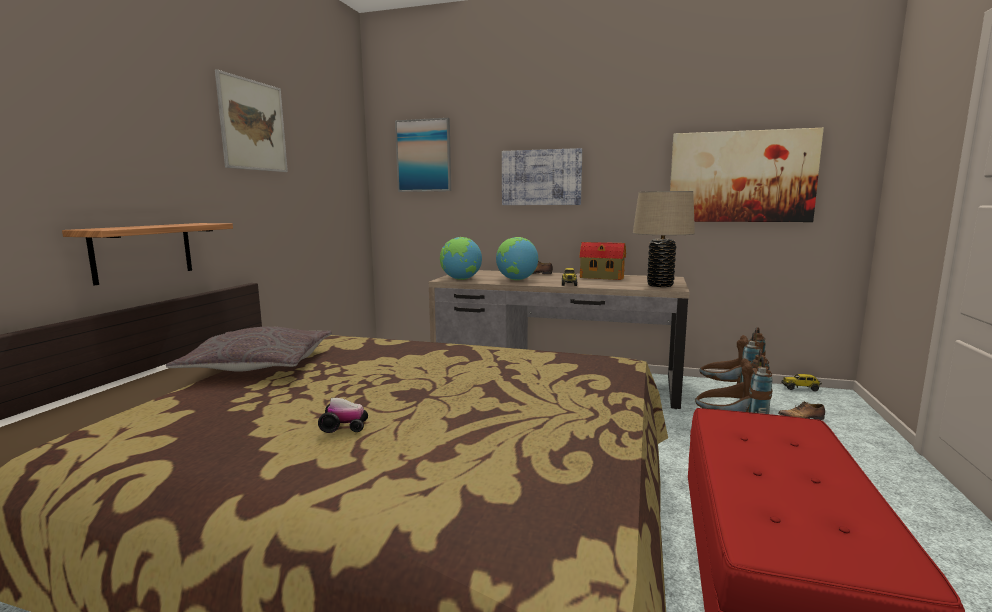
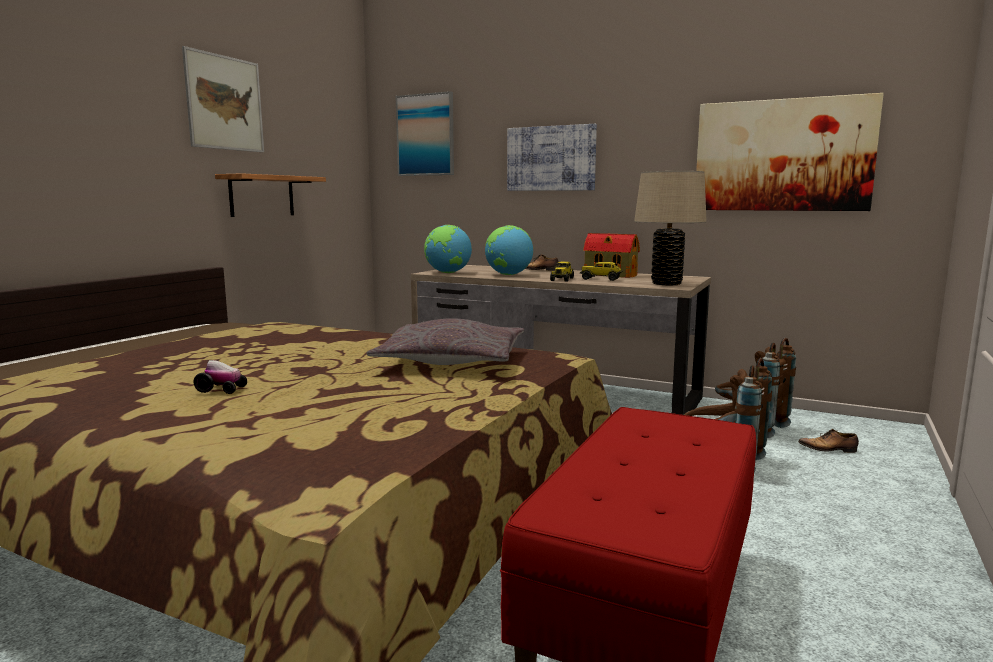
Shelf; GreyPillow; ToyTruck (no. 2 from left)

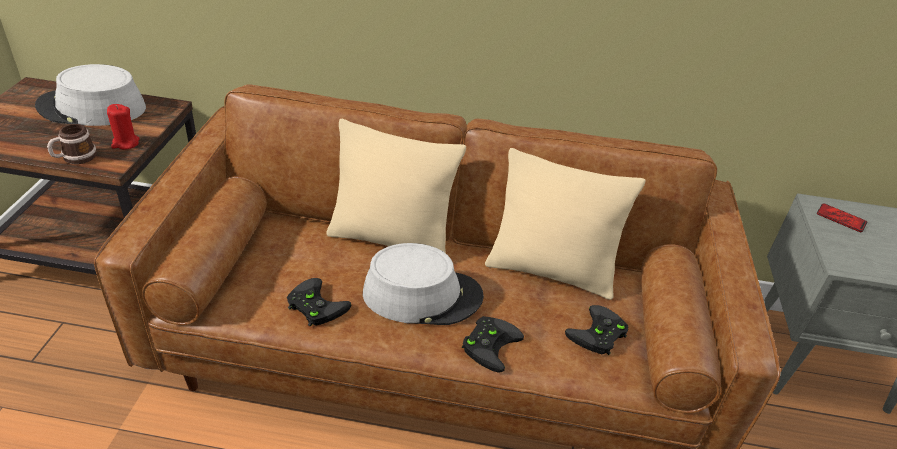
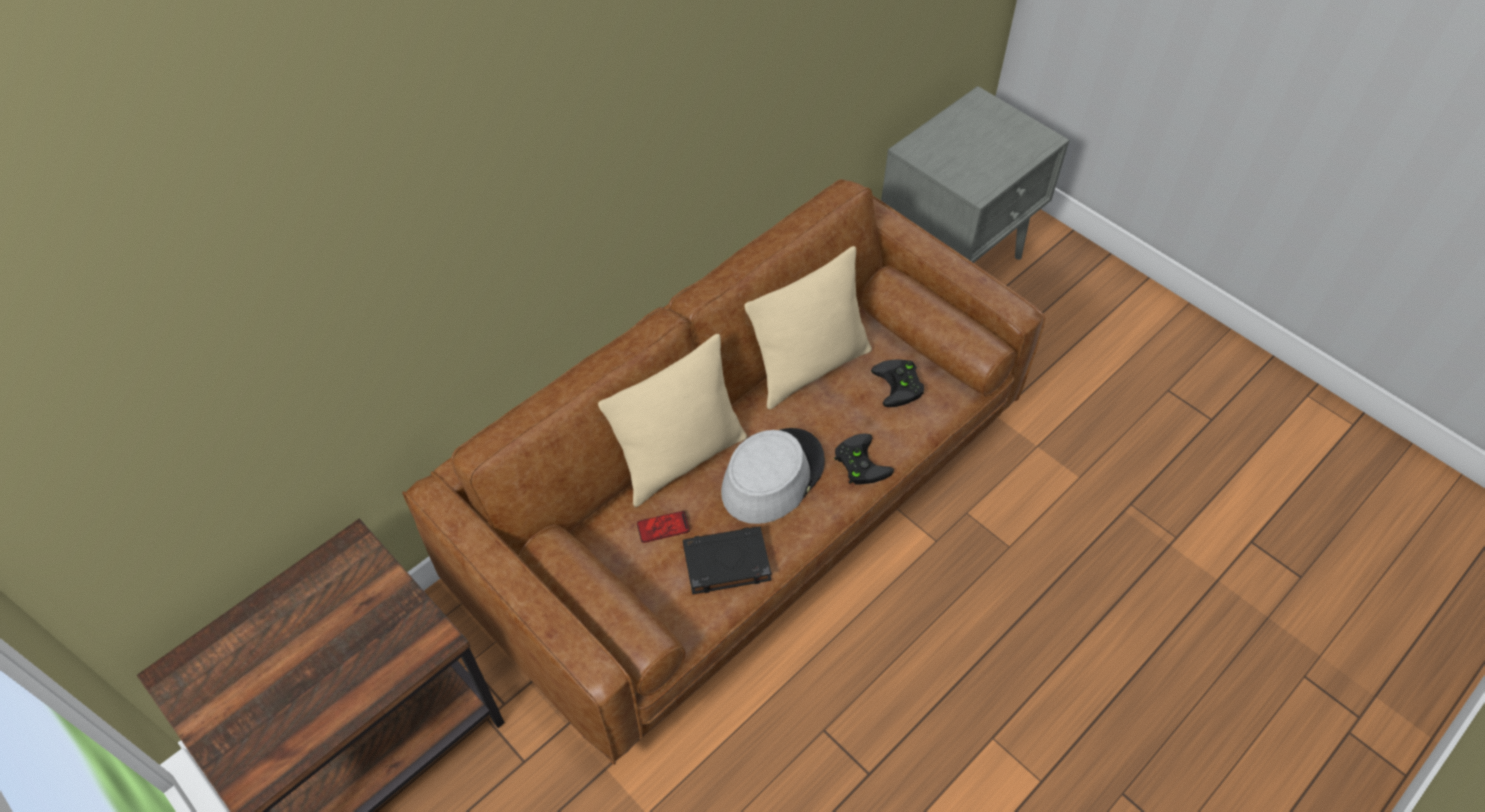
GreyHat (no. 1 from left in the first image); Mug; RedCandle; Phone; BlackBook

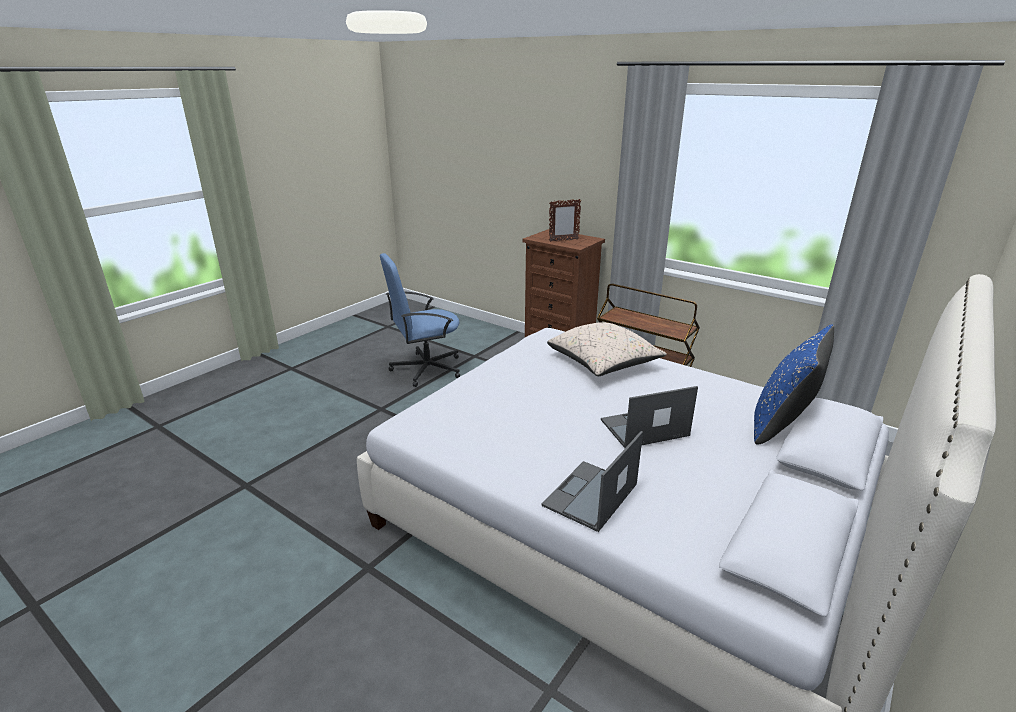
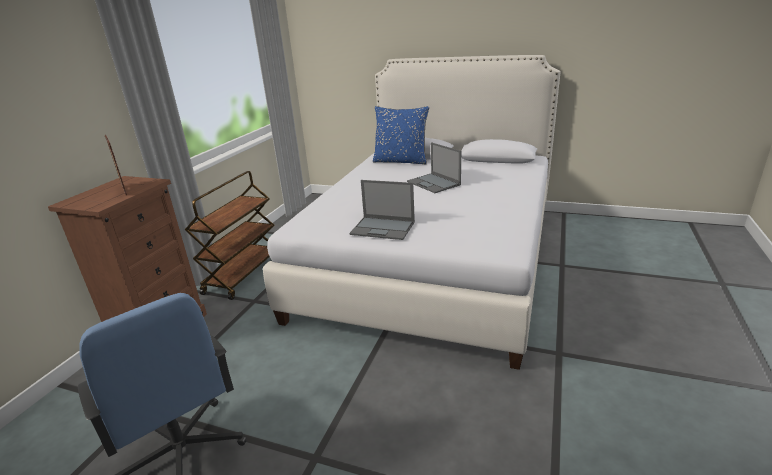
BeigePillow; Laptop (no. 1 from left)

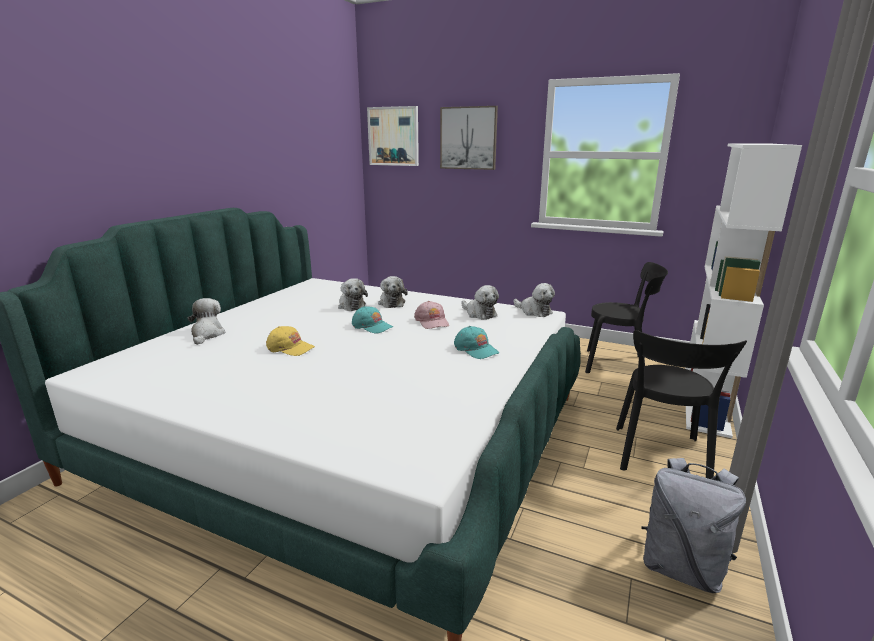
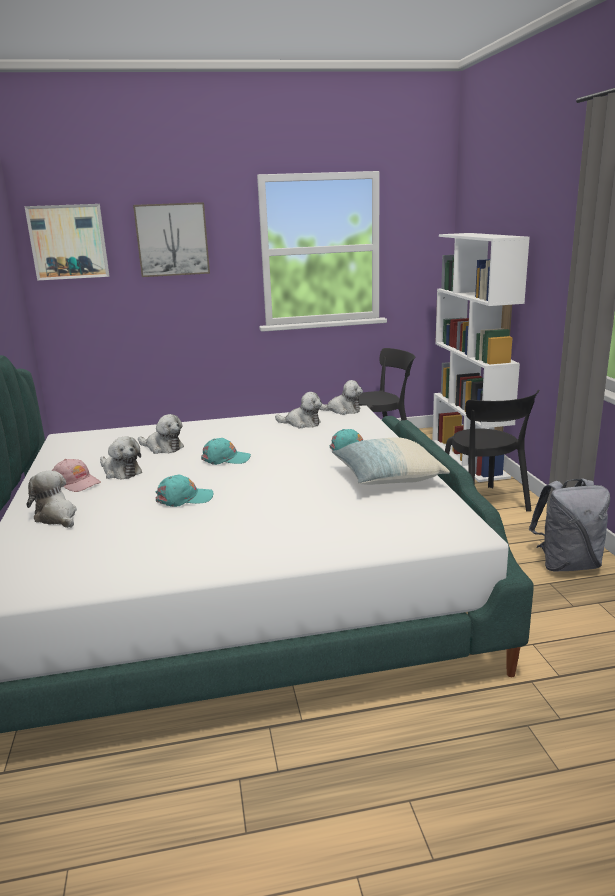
Pillow; PlushToy (no. 2 from left); PinkCap; TurquoiseCap (no. 1 from left)

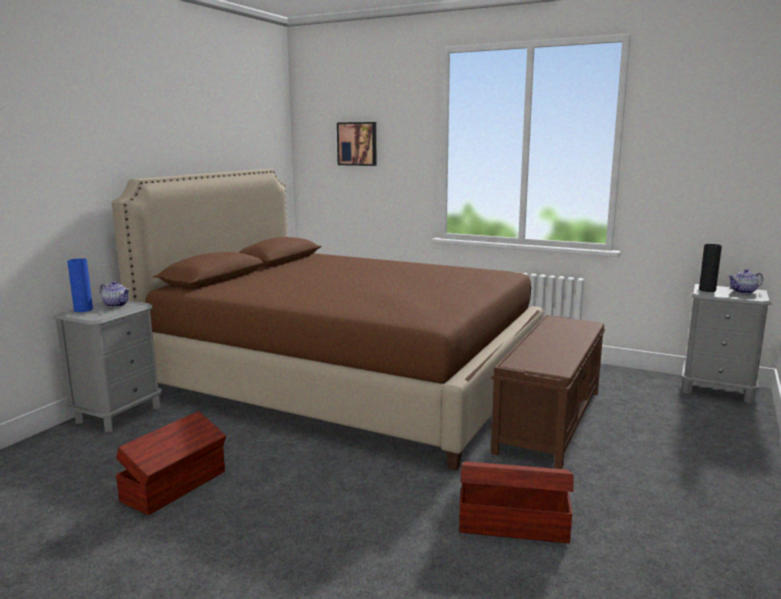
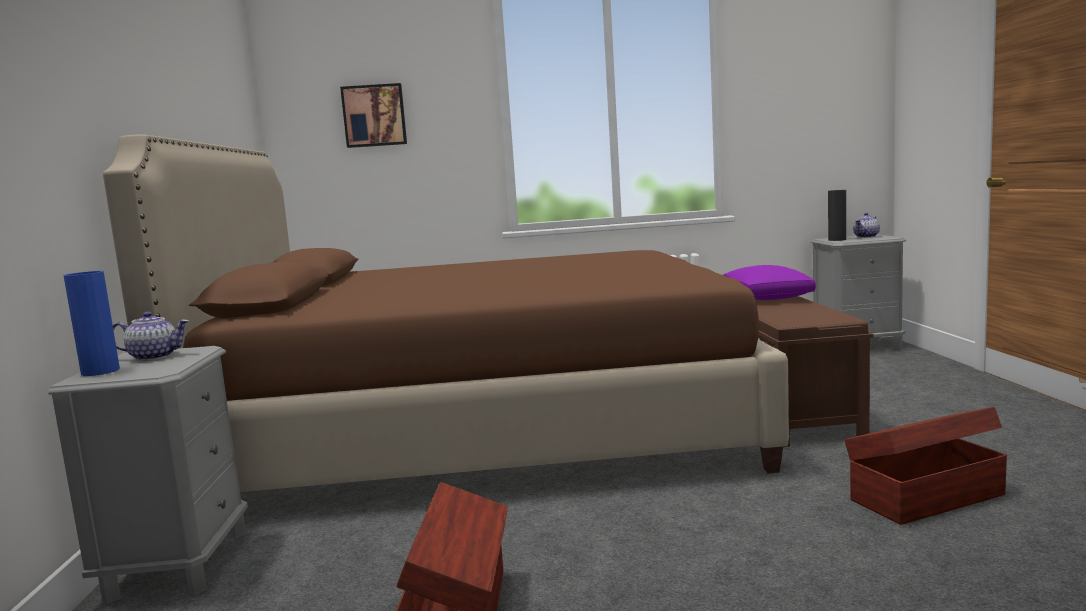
PurplePillow

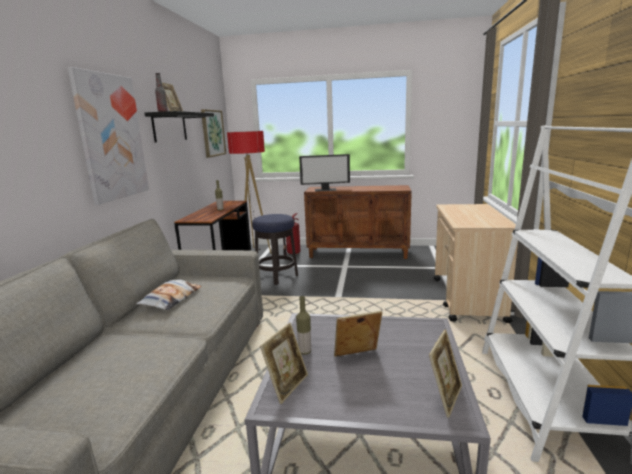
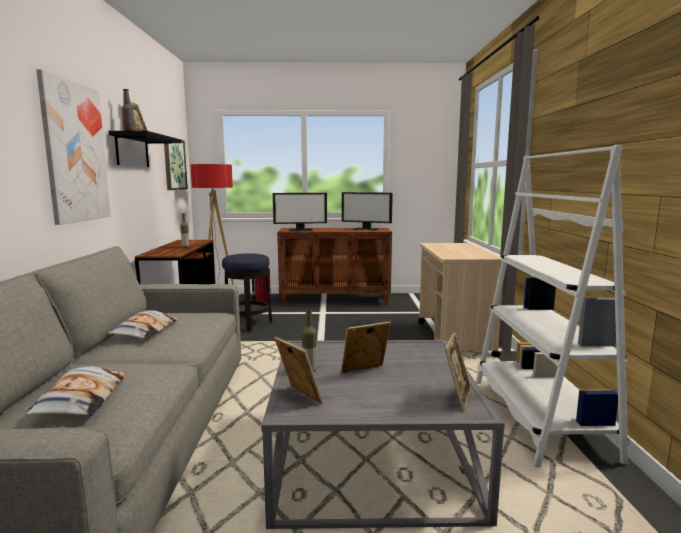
Pillow (no. 1 from left); Monitor (no. 2 from left); PictureFrame (no. 2 from left)

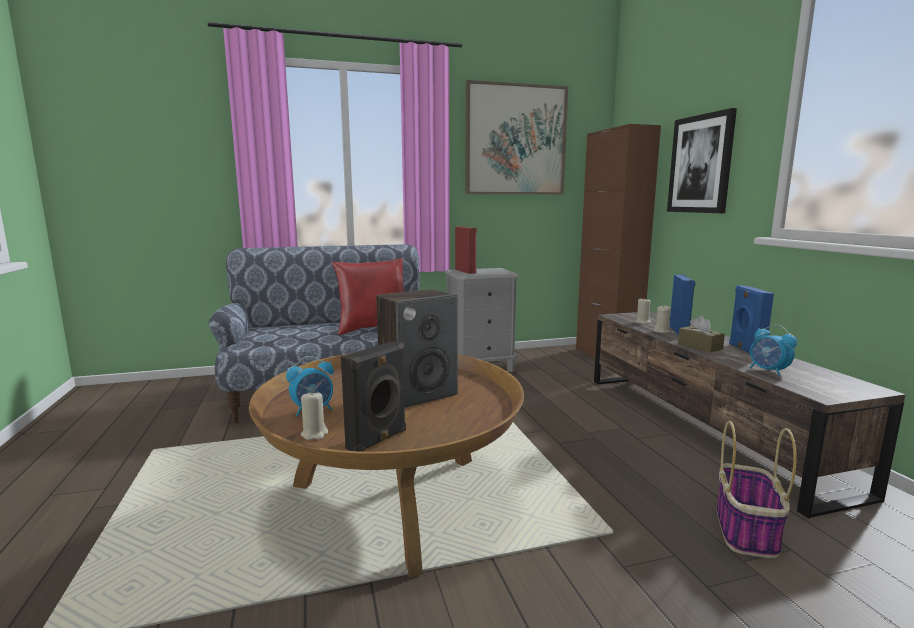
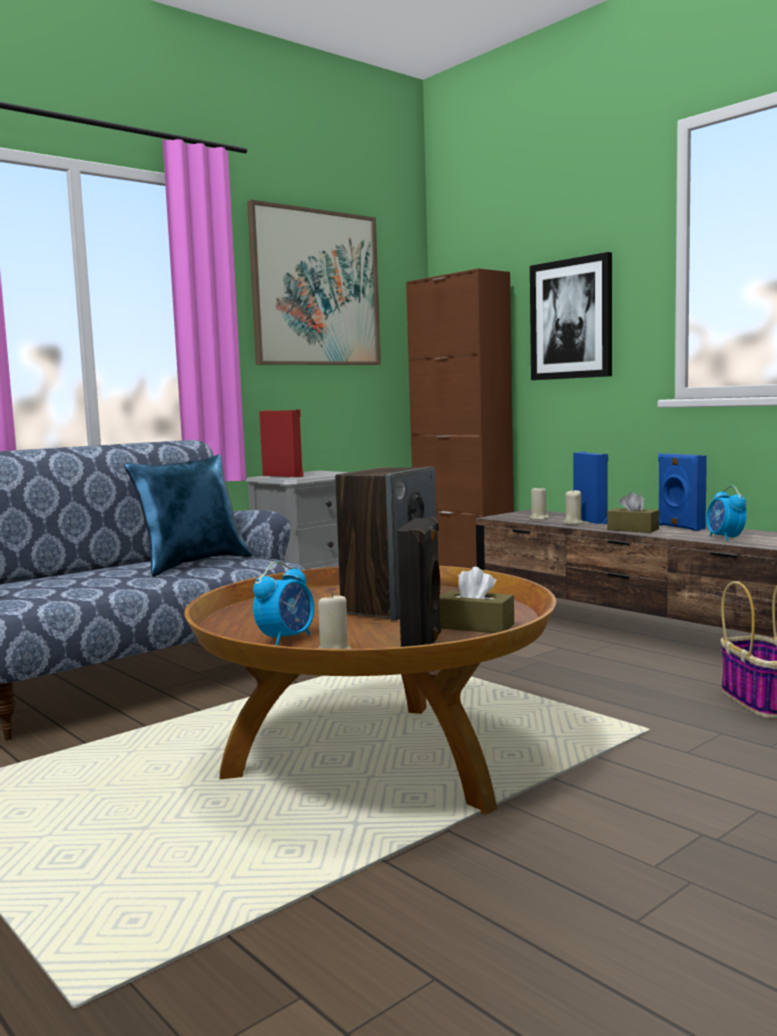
BrownTissueBox (no. 1 from left); BluePillow; AlarmClock (no. 2 from left)

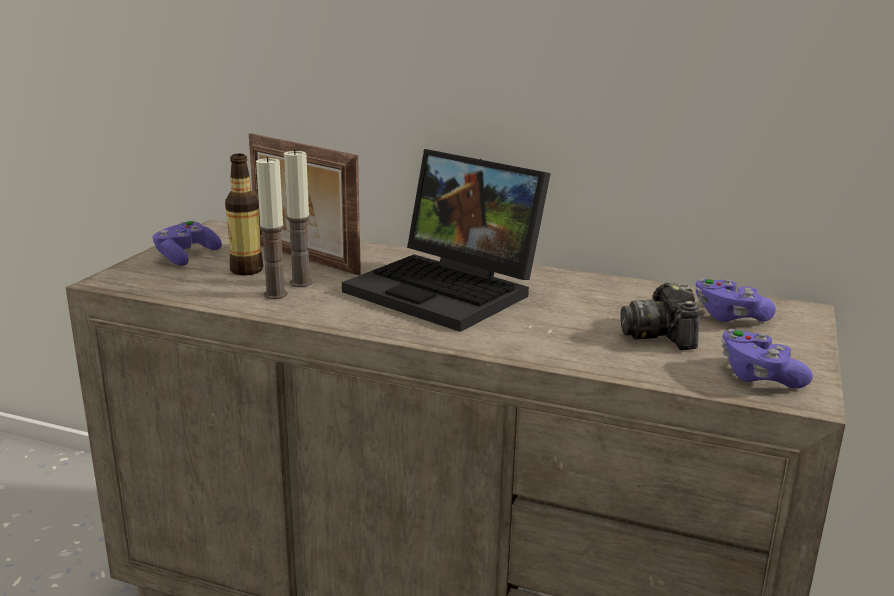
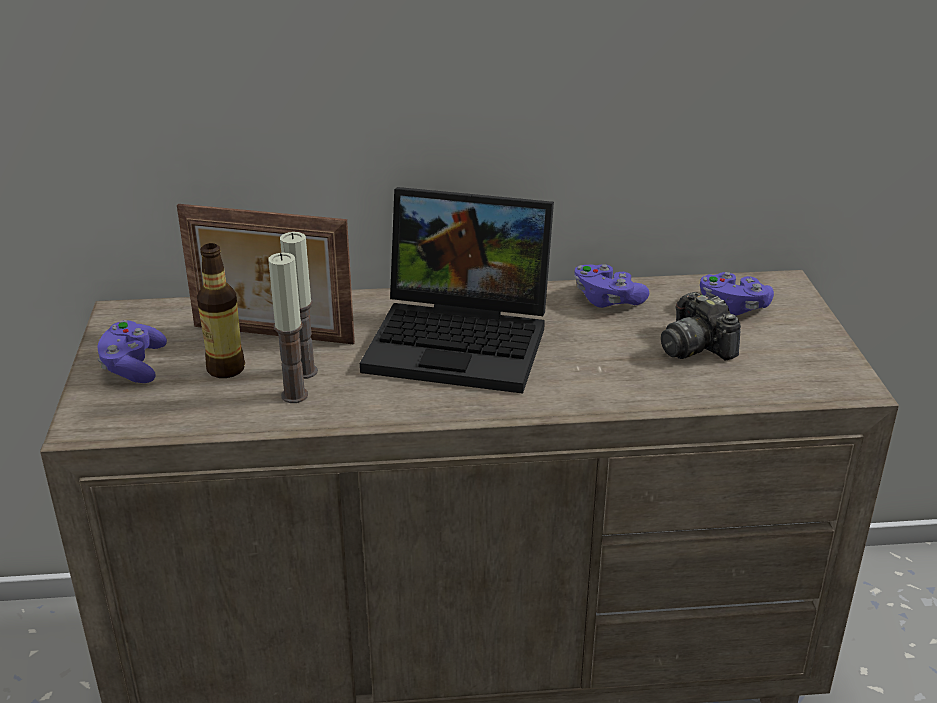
PurpleGameController (no. 2 from left)

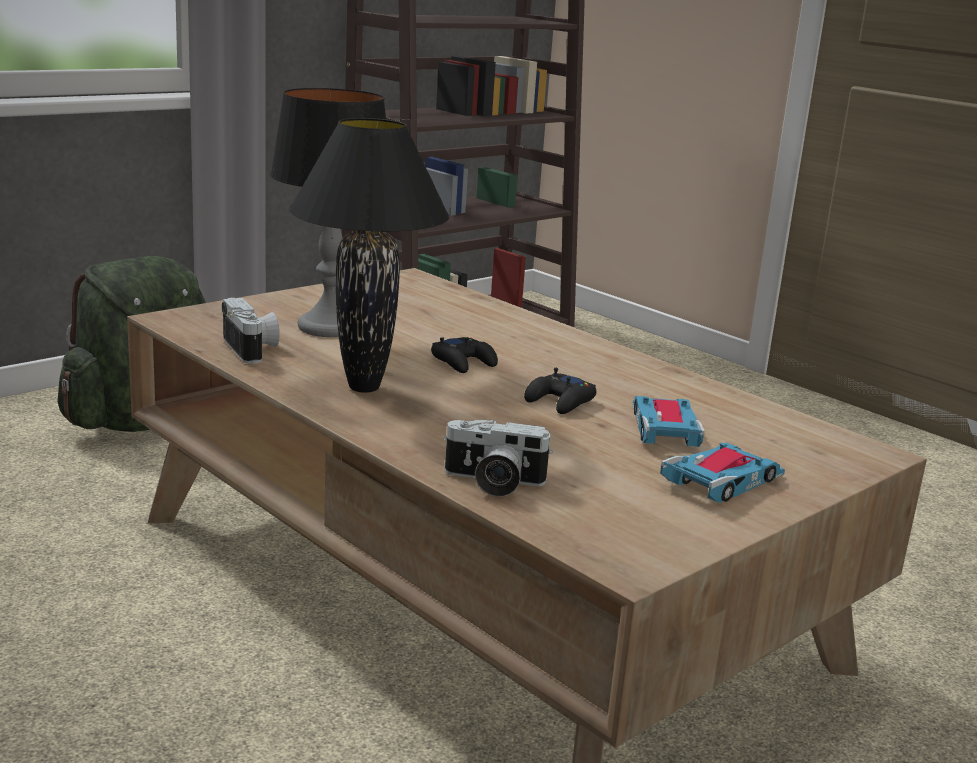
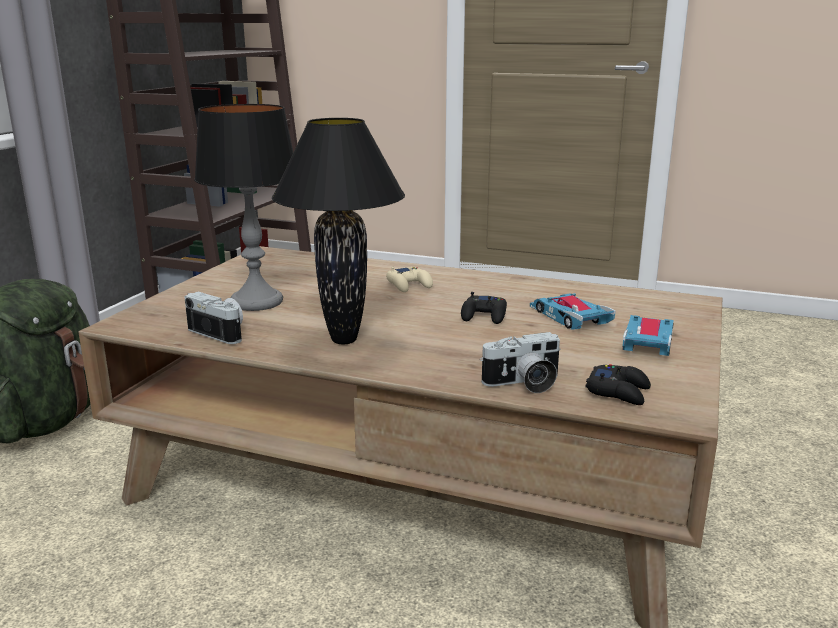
BeigeGameController; BlackGameController (no. 2 from left)

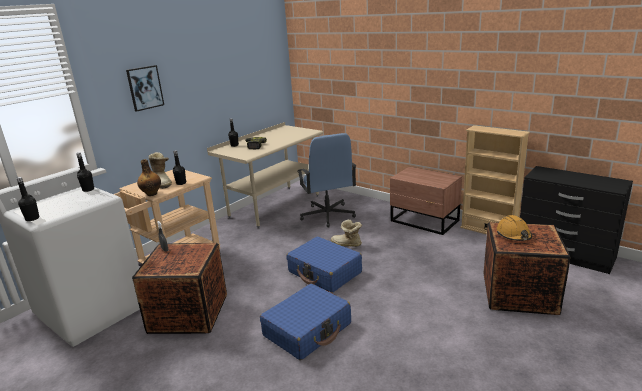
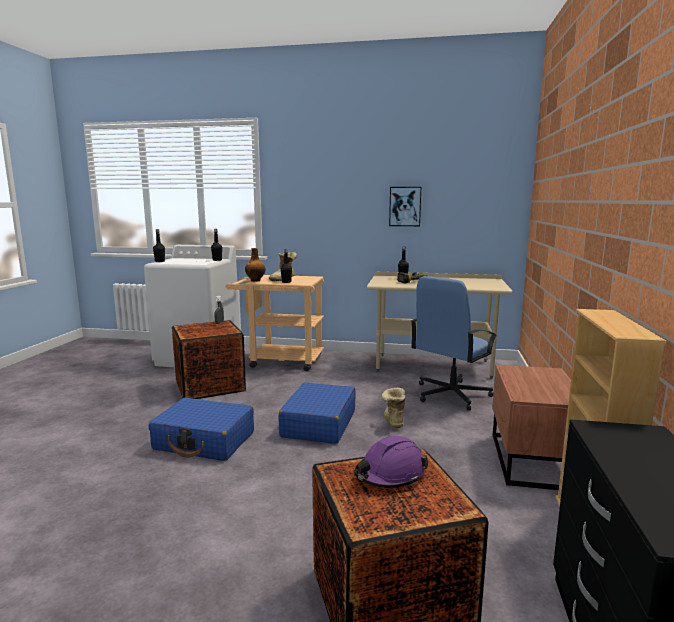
Picture; PurpleHardHat

